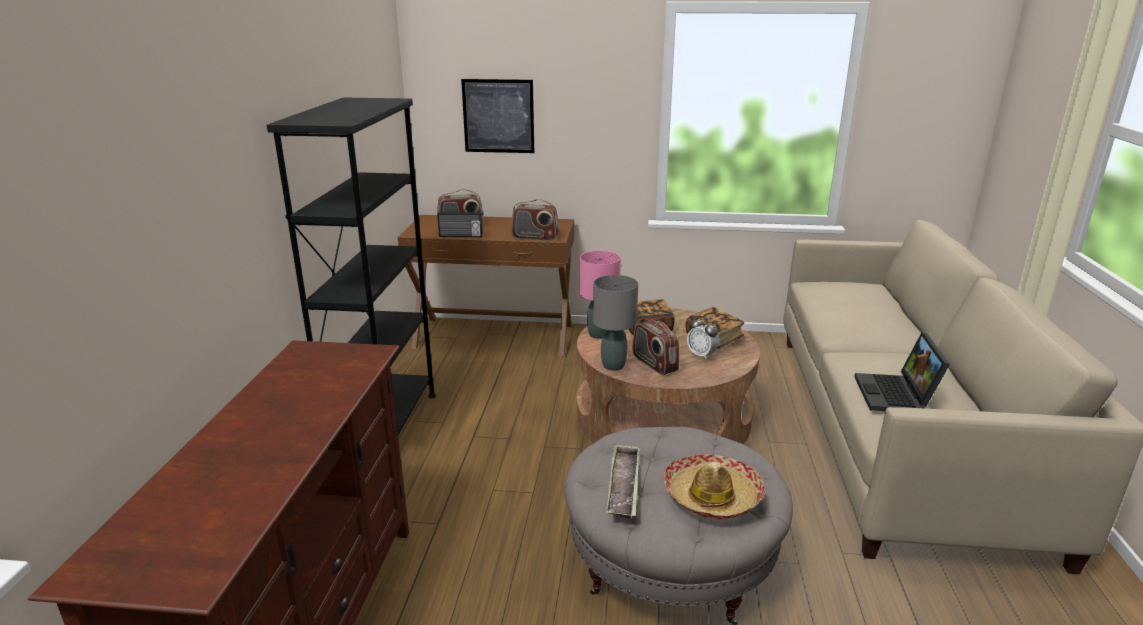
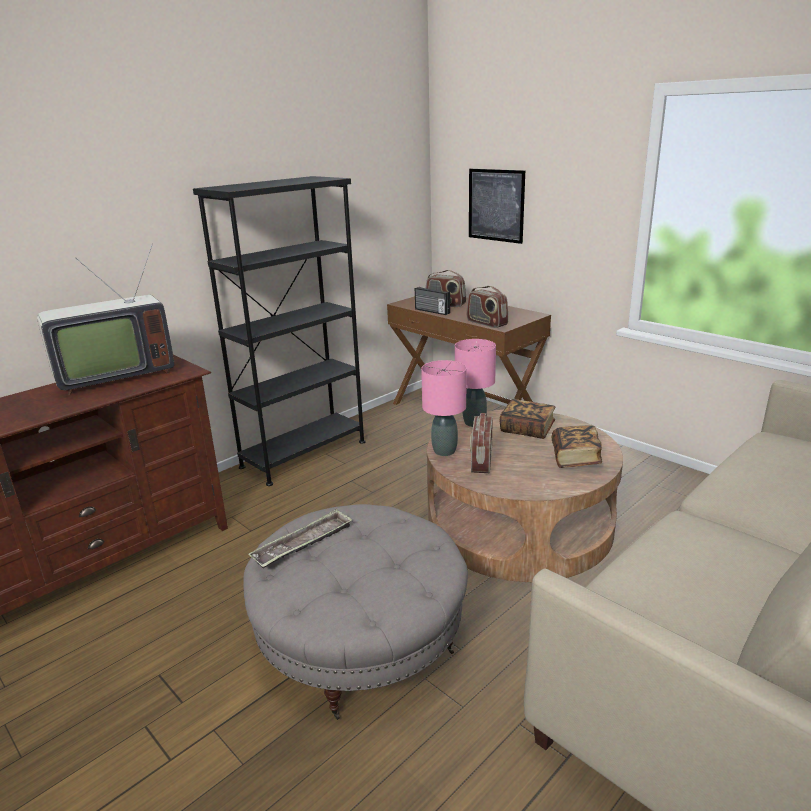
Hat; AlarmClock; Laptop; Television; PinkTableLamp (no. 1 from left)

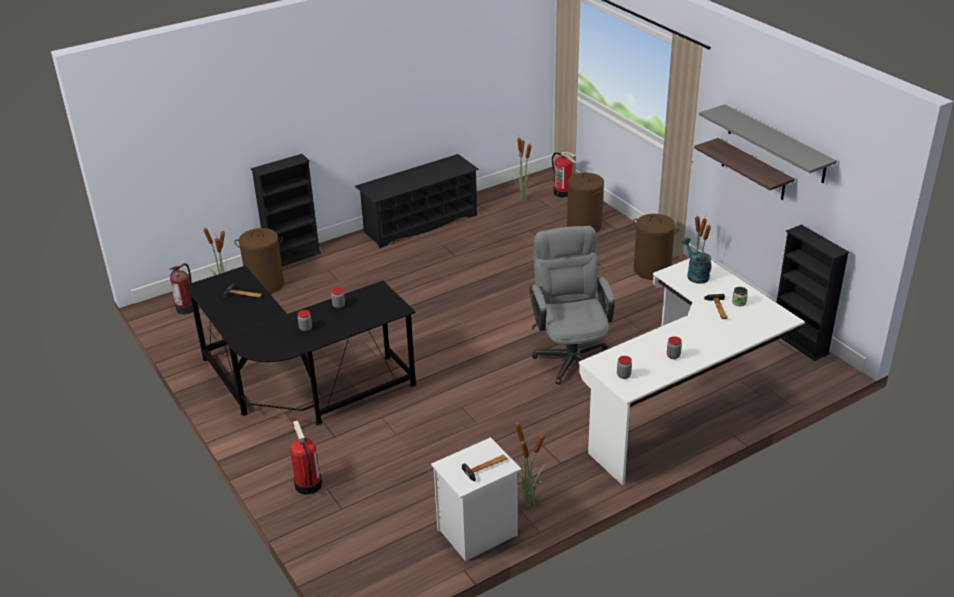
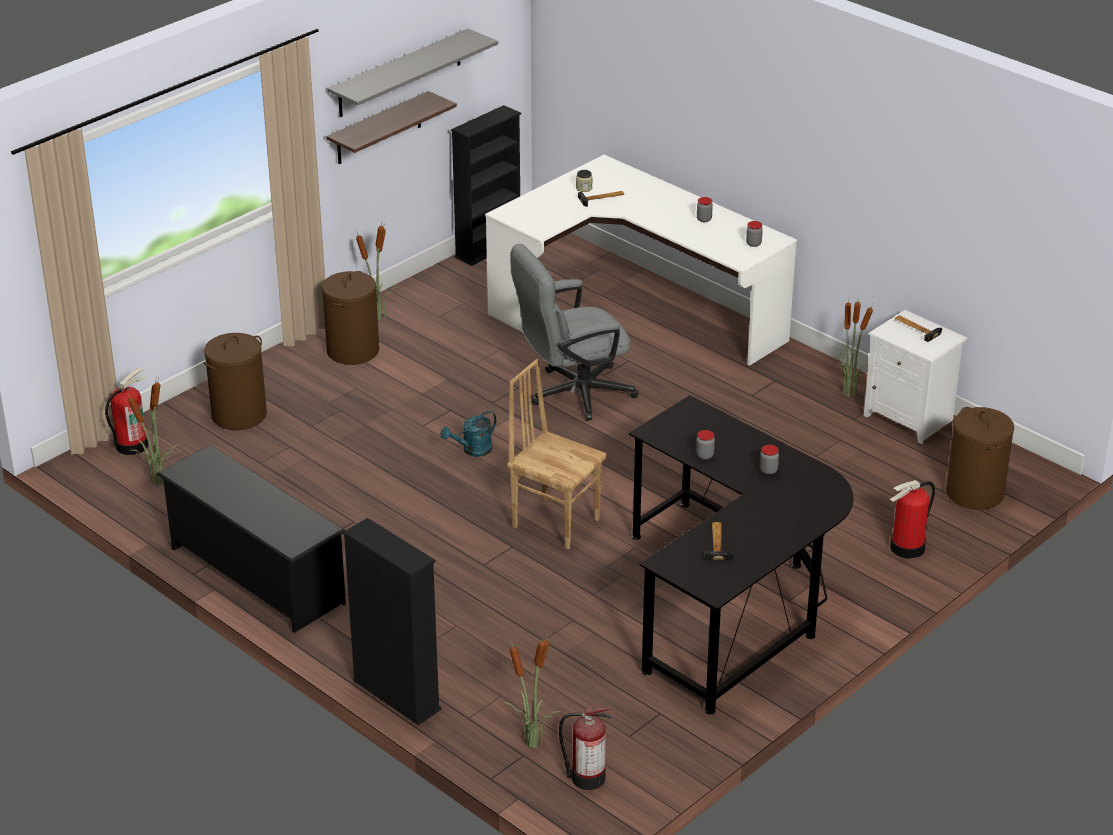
BrownChair; BrownLaundryBasket (no. 3 from left); TurquoiseWateringCan

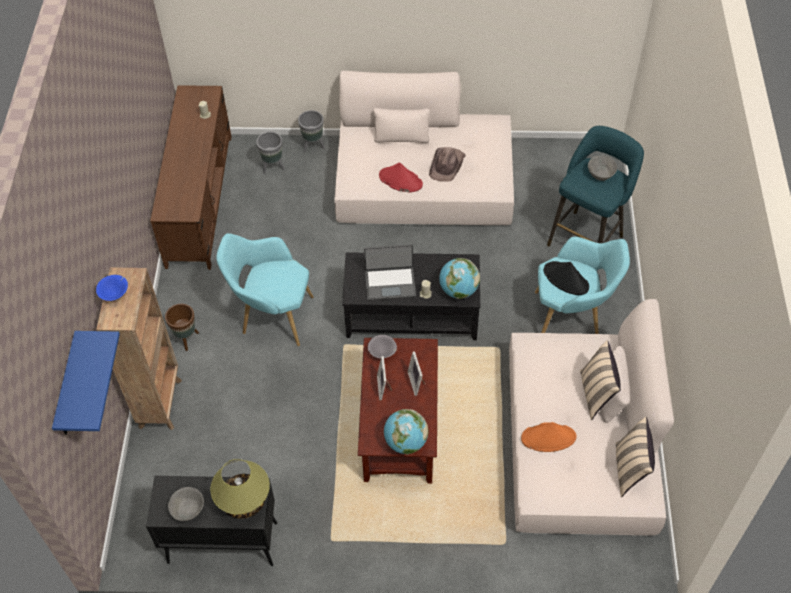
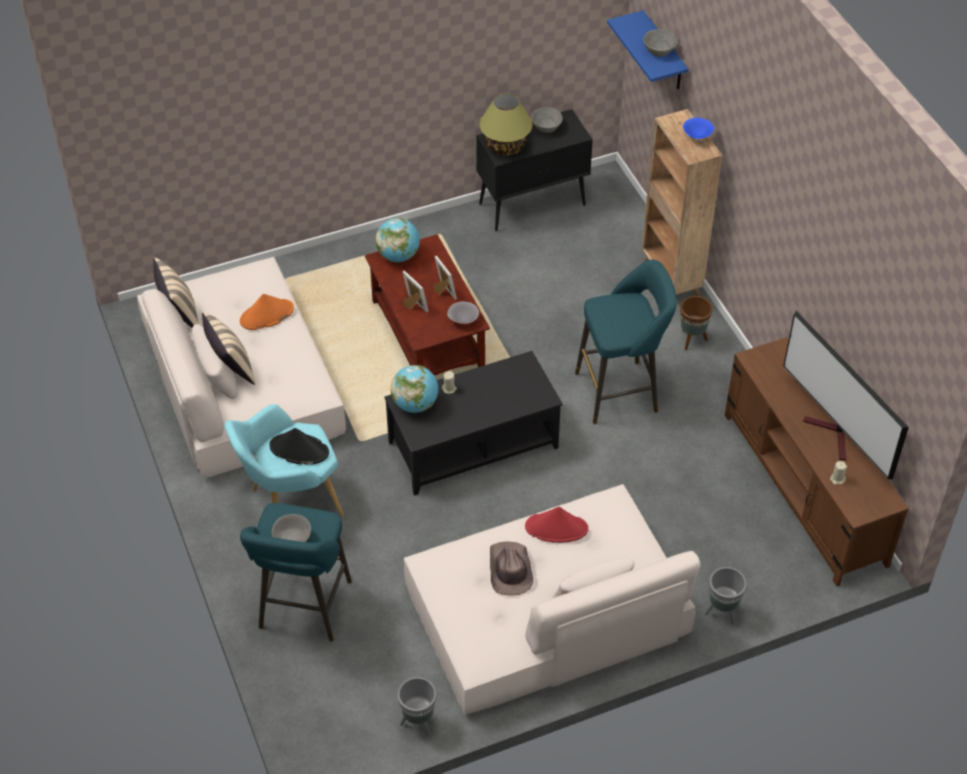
Laptop; GreyBowl (no. 4 from left); Television; GreyPlanter (no. 1 from left); TurquoiseStool (no. 2 from left)

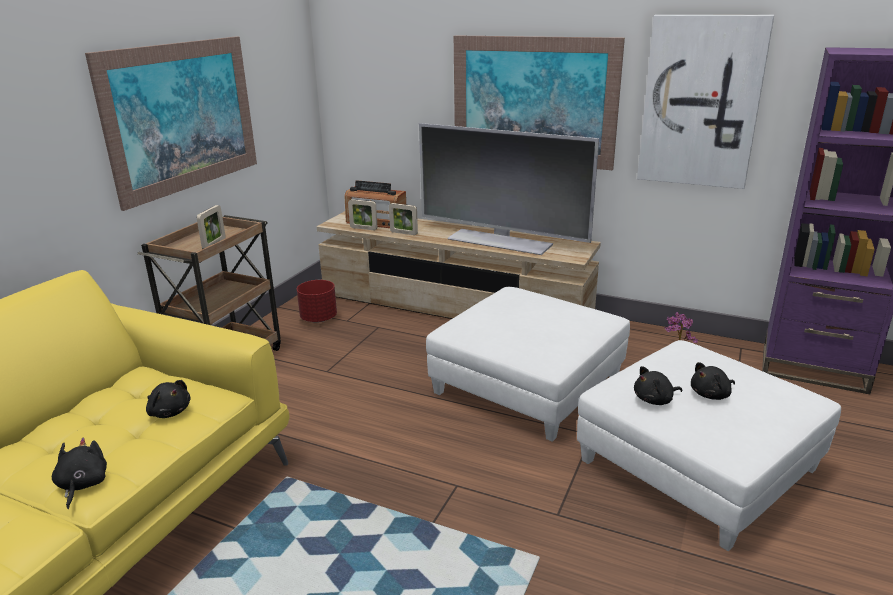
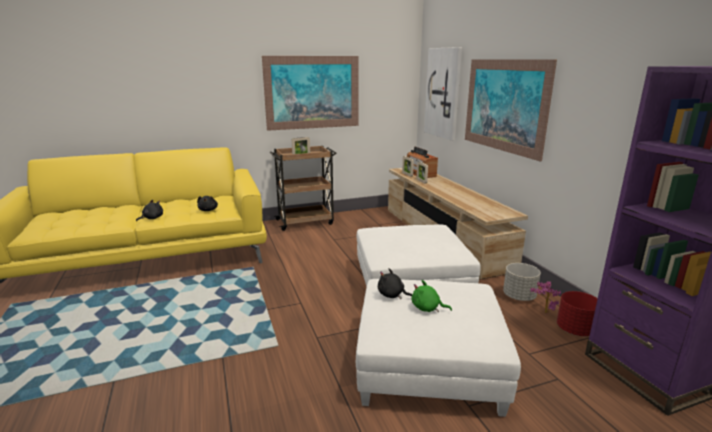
Television; GreyPlanter; RedPlanter; Picture (no. 2 from left); GreenPlushToy

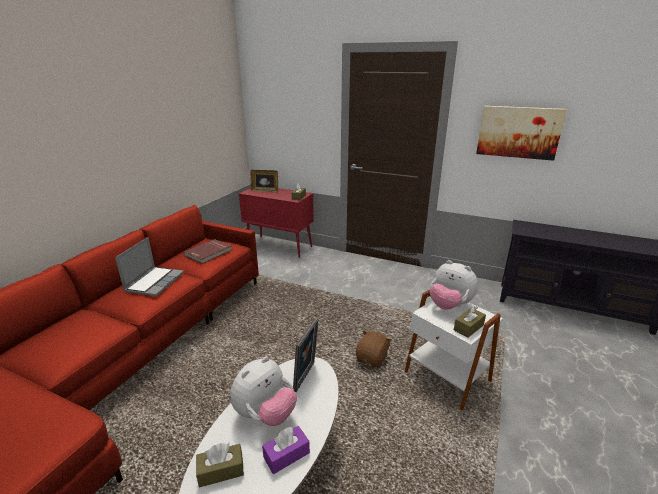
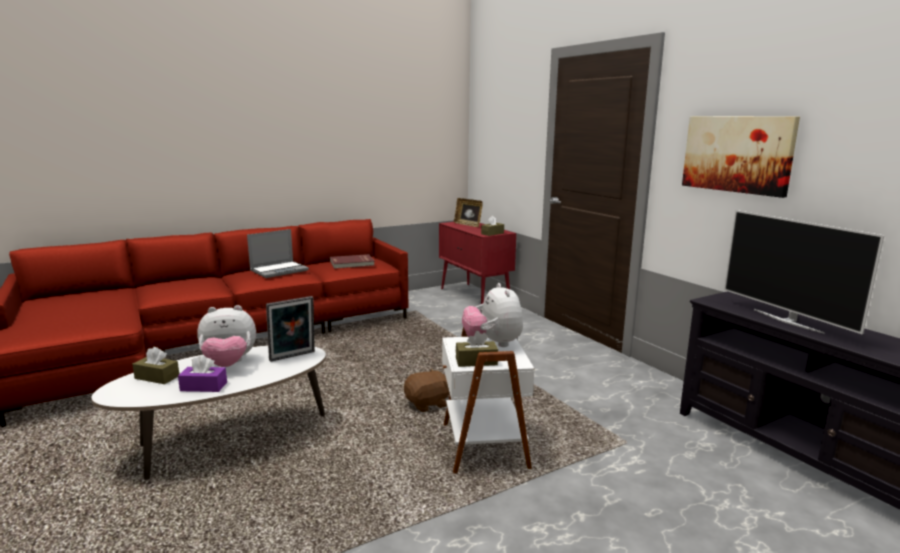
Television

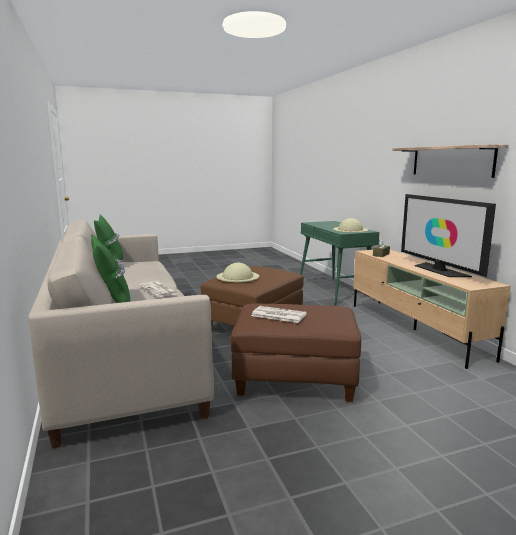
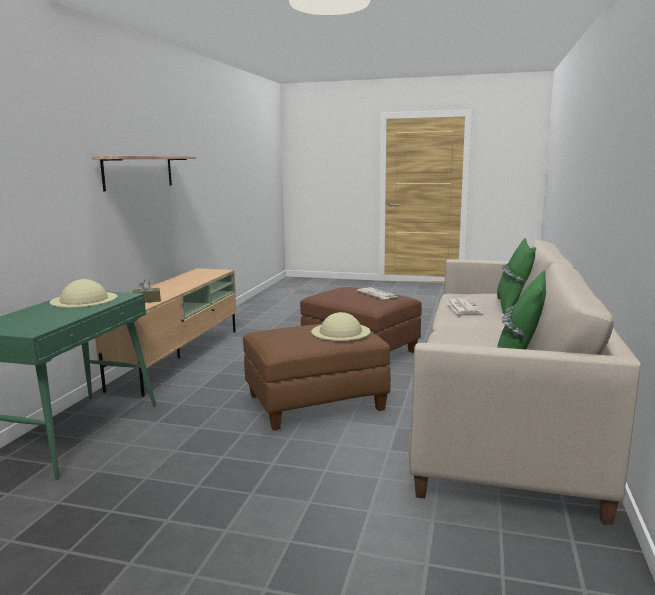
Television

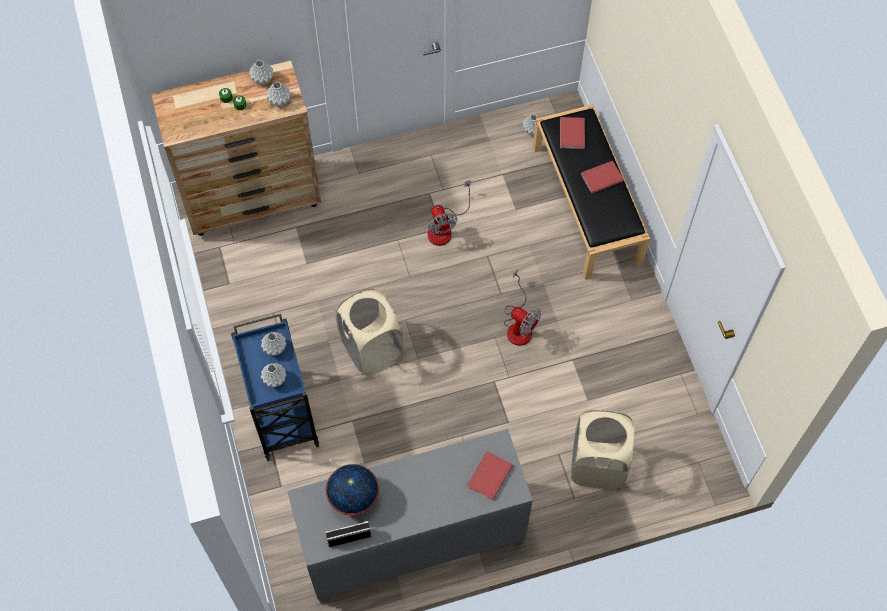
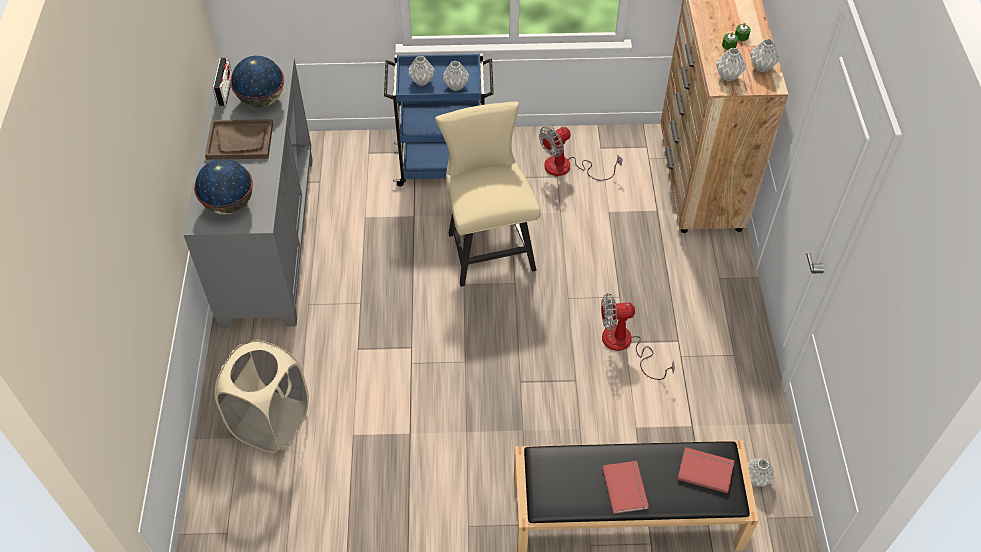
BrownTray; Fan (no. 1 from left); BeigeChair; Globe (no. 1 from left)

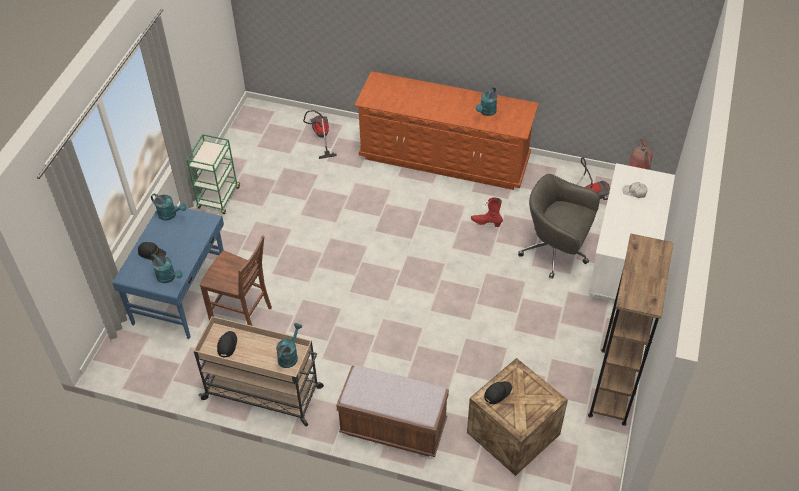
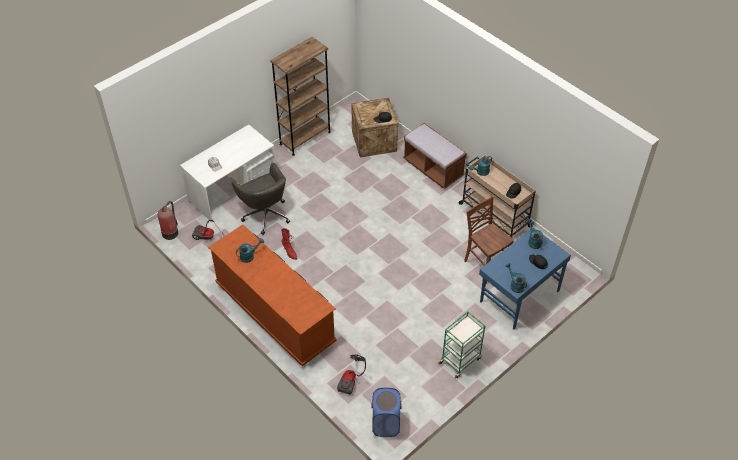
BlueLaundryBasket

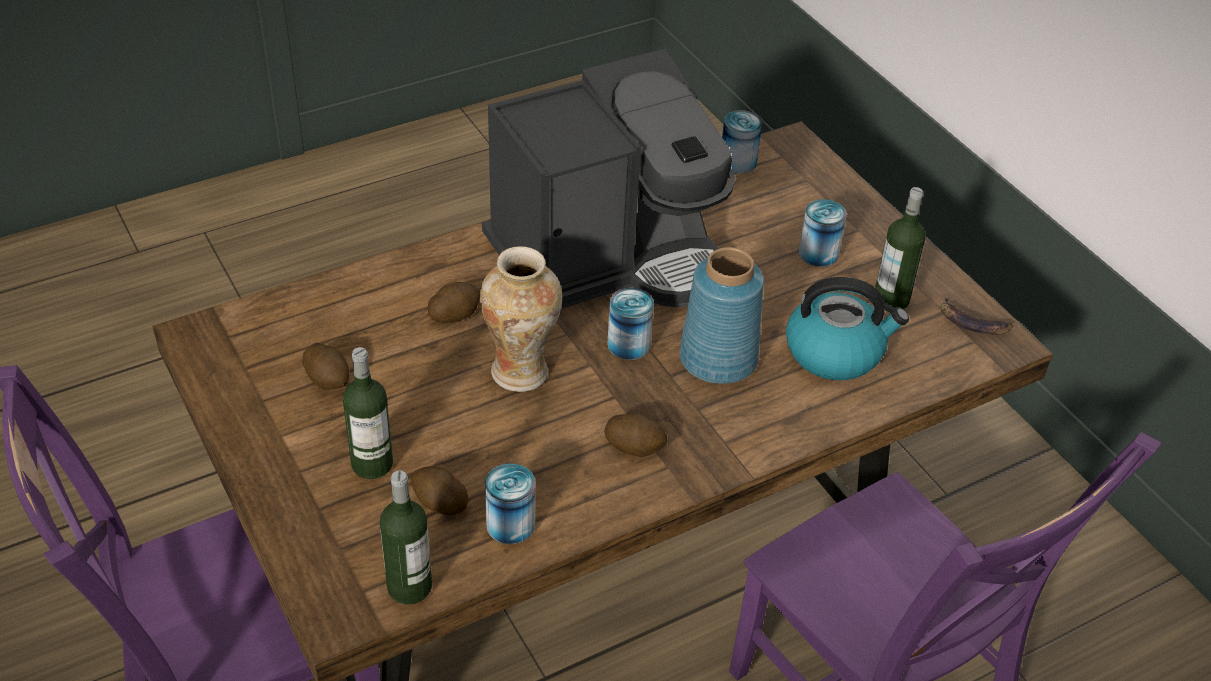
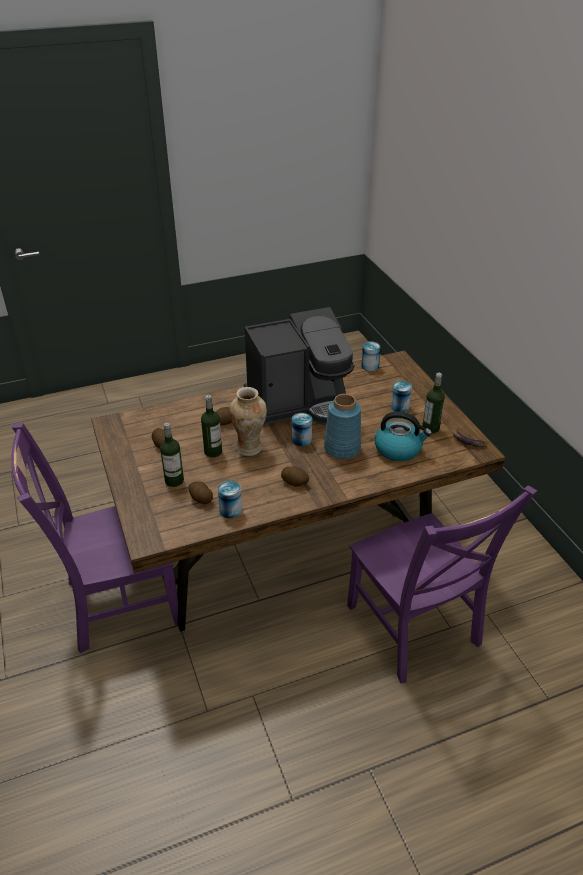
Bottle (no. 2 from left)

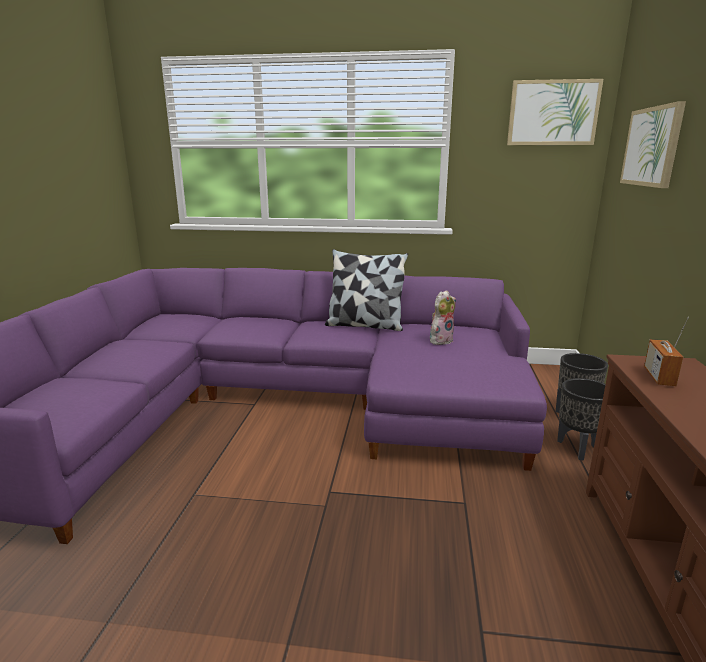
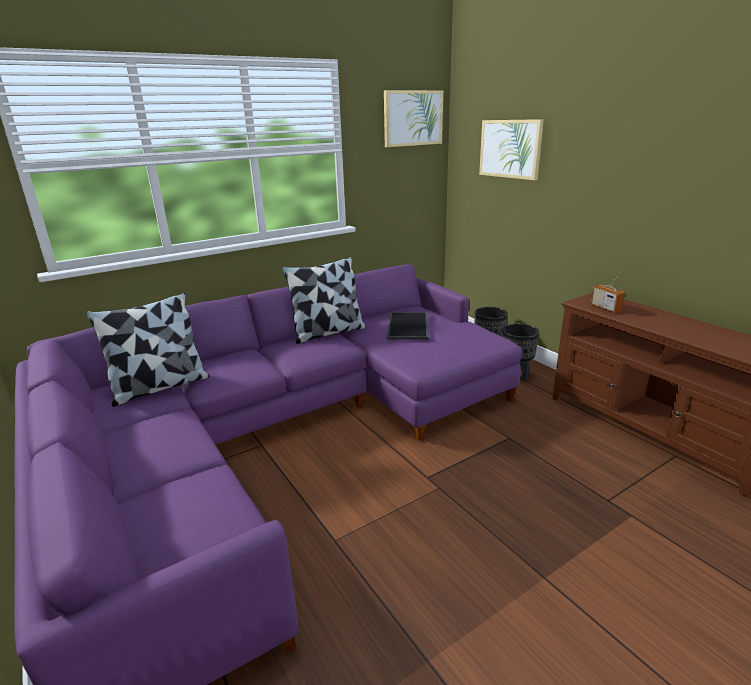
Pillow (no. 1 from left); Tray

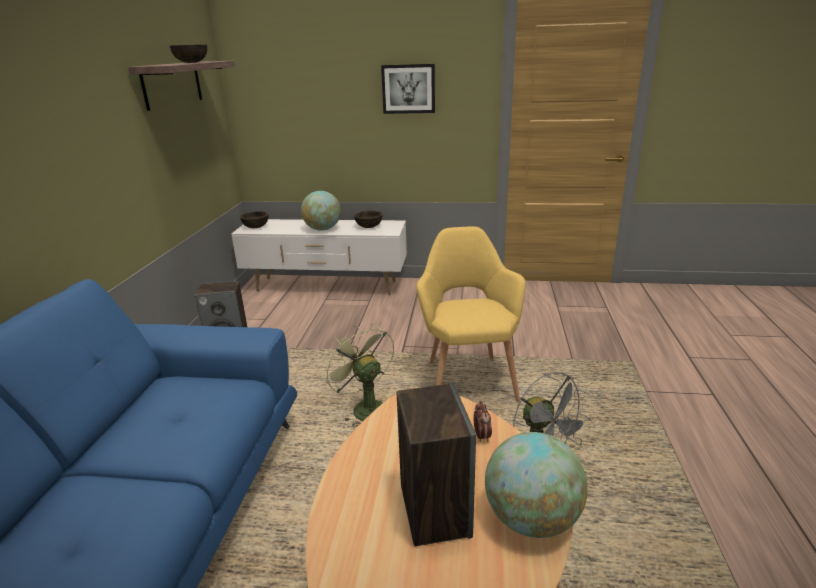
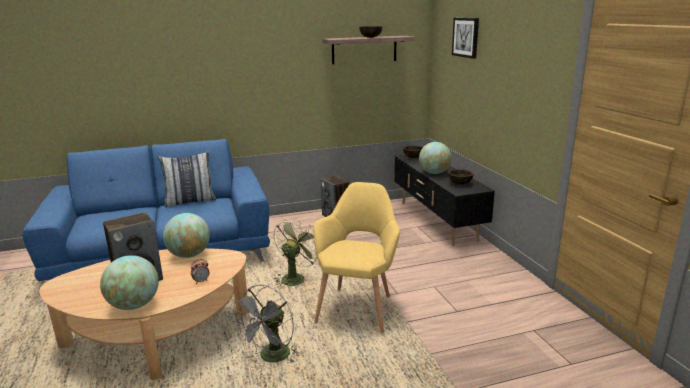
Pillow; Globe (no. 2 from left); Picture; BlackTvStand; YellowArmchair

